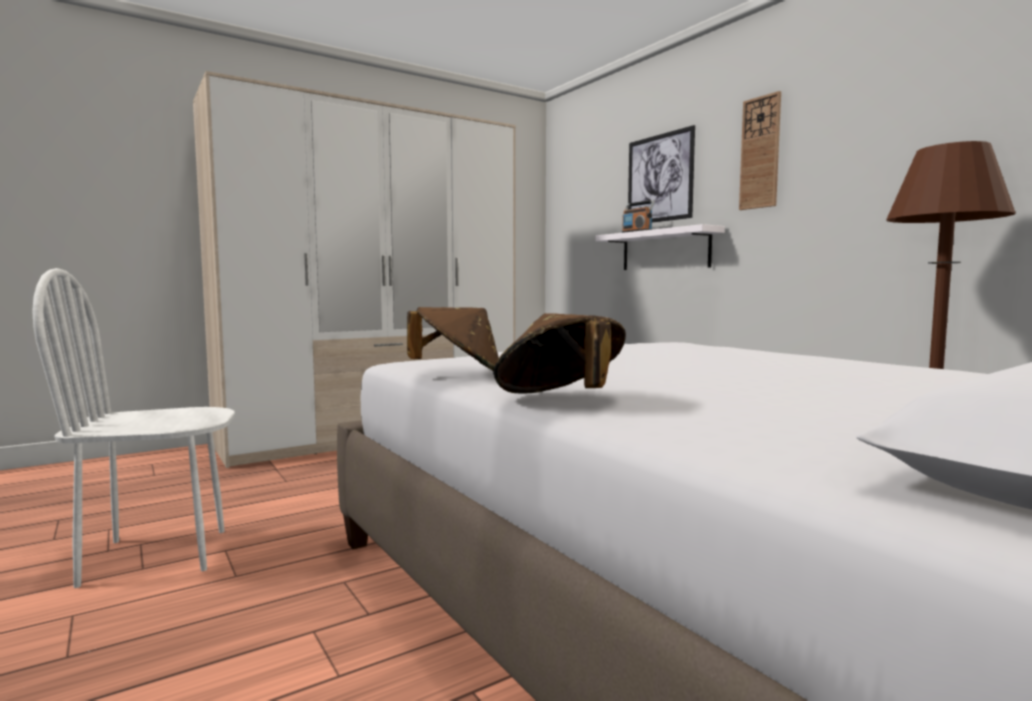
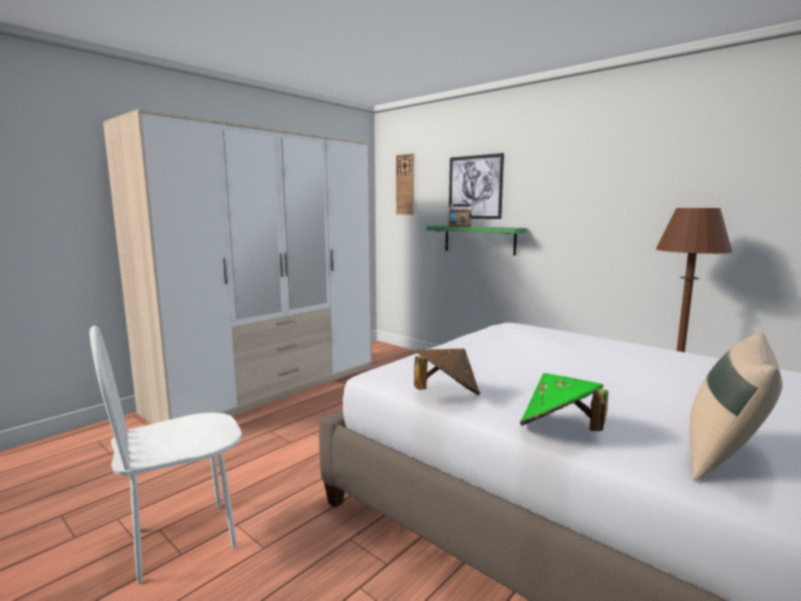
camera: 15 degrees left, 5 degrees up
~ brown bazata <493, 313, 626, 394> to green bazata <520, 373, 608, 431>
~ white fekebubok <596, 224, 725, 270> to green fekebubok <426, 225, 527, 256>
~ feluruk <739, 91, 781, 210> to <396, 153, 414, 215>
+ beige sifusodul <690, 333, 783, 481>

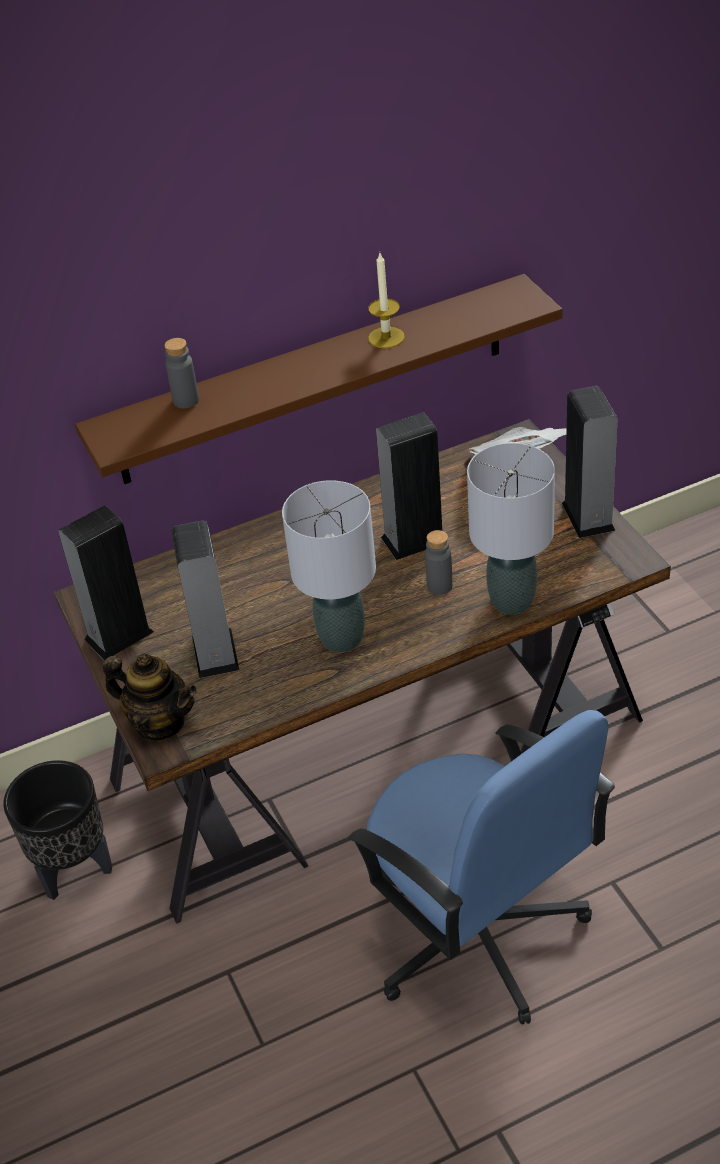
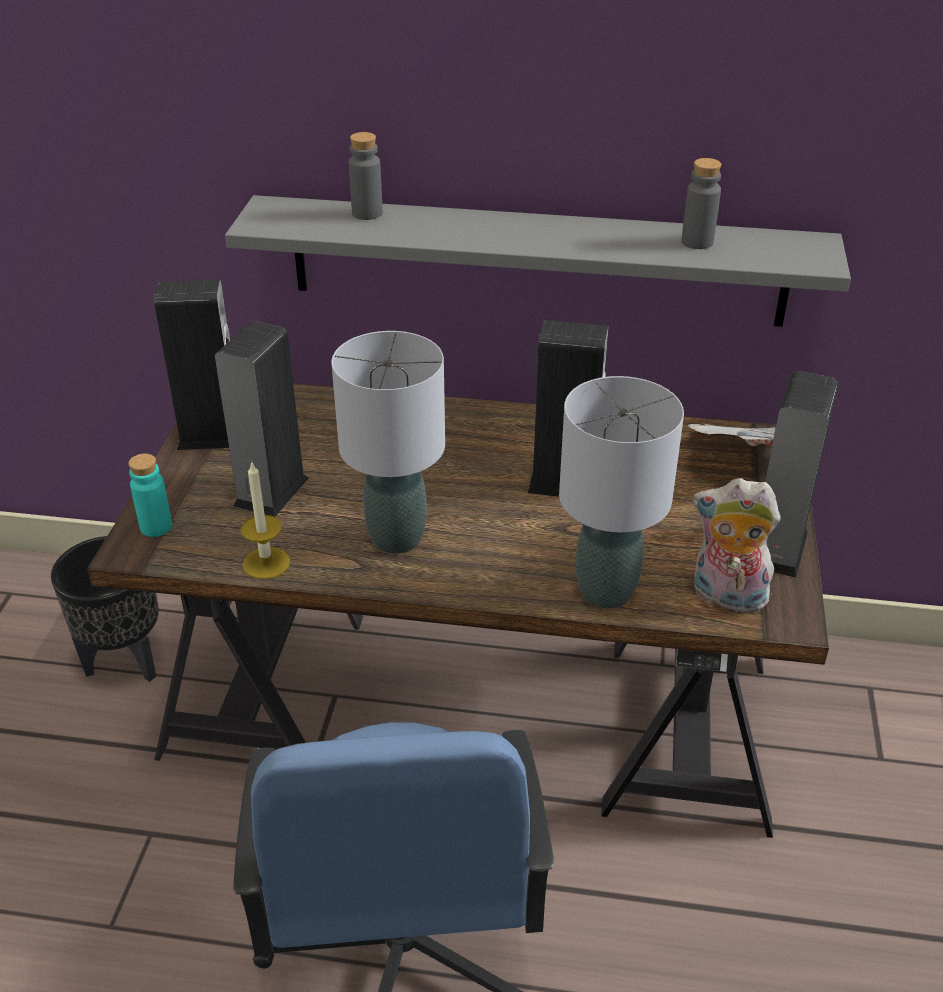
camera: 30 degrees right, 5 degrees down
~ brown fekebubok <75, 274, 563, 484> to grey fekebubok <225, 195, 851, 327>
~ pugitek <103, 653, 197, 740> to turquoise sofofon <128, 454, 172, 537>
~ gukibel <368, 253, 405, 348> to <241, 461, 290, 579>
~ grey sofofon <425, 530, 453, 595> to <682, 158, 721, 249>
+ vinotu <693, 478, 781, 613>

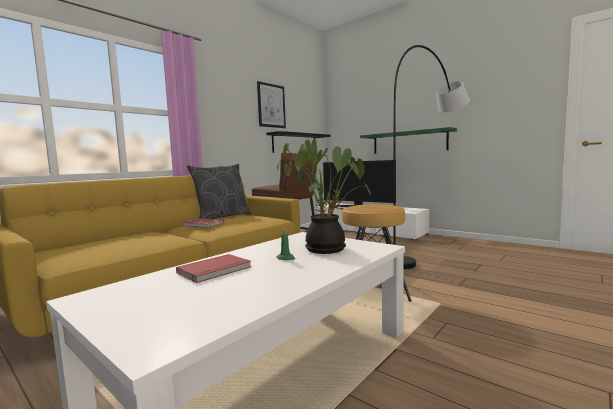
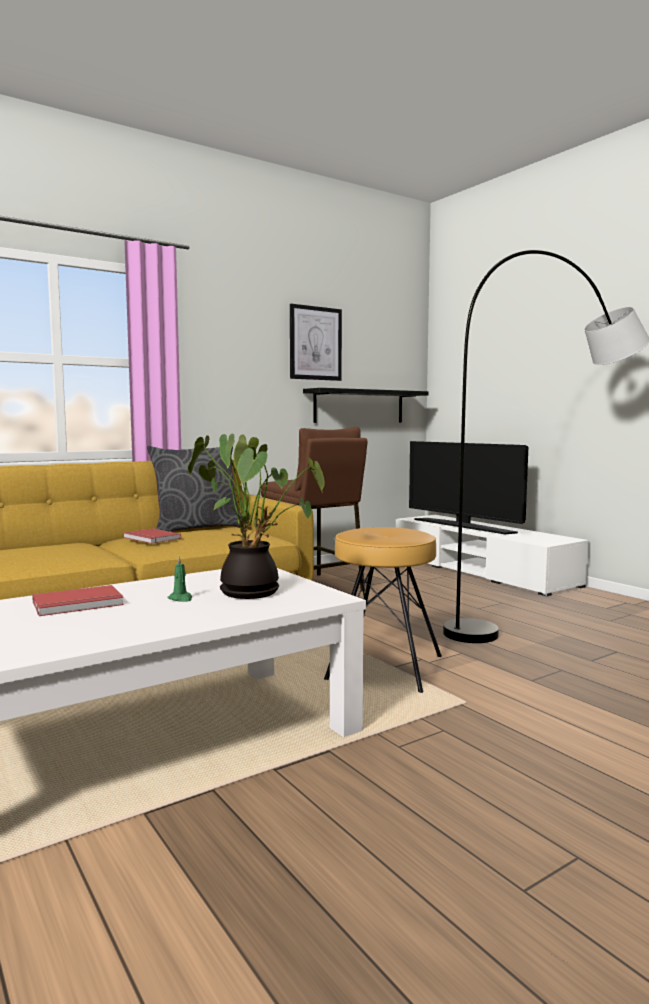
camera: 15 degrees right, 0 degrees up
- green fekebubok <360, 127, 457, 154>

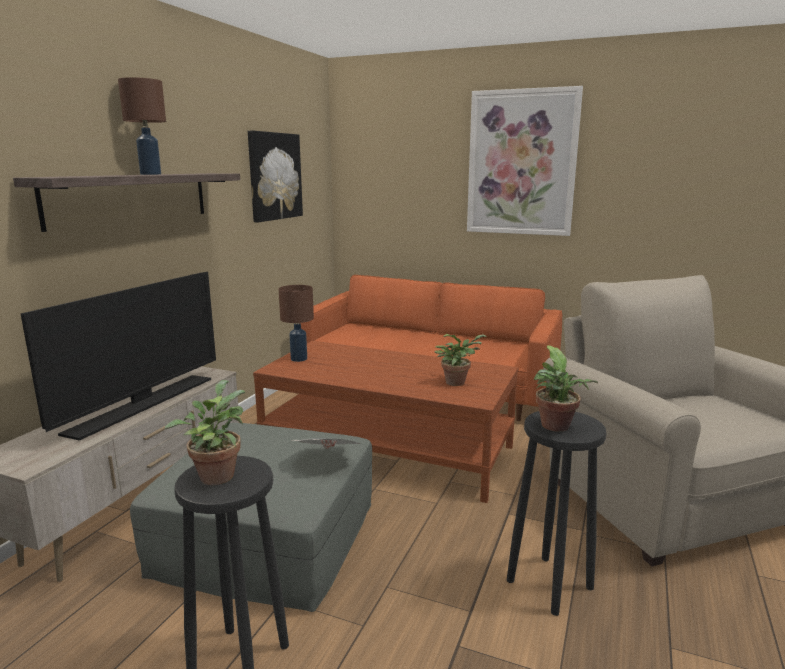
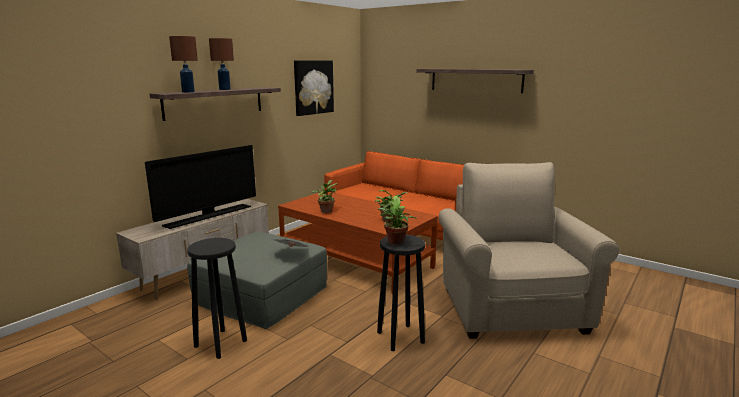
camera: 15 degrees right, 0 degrees up
~ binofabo <165, 380, 245, 485> to <311, 180, 338, 213>
~ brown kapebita <279, 285, 314, 362> to <169, 36, 198, 93>
~ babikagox <467, 86, 583, 236> to fekebubok <416, 69, 534, 93>

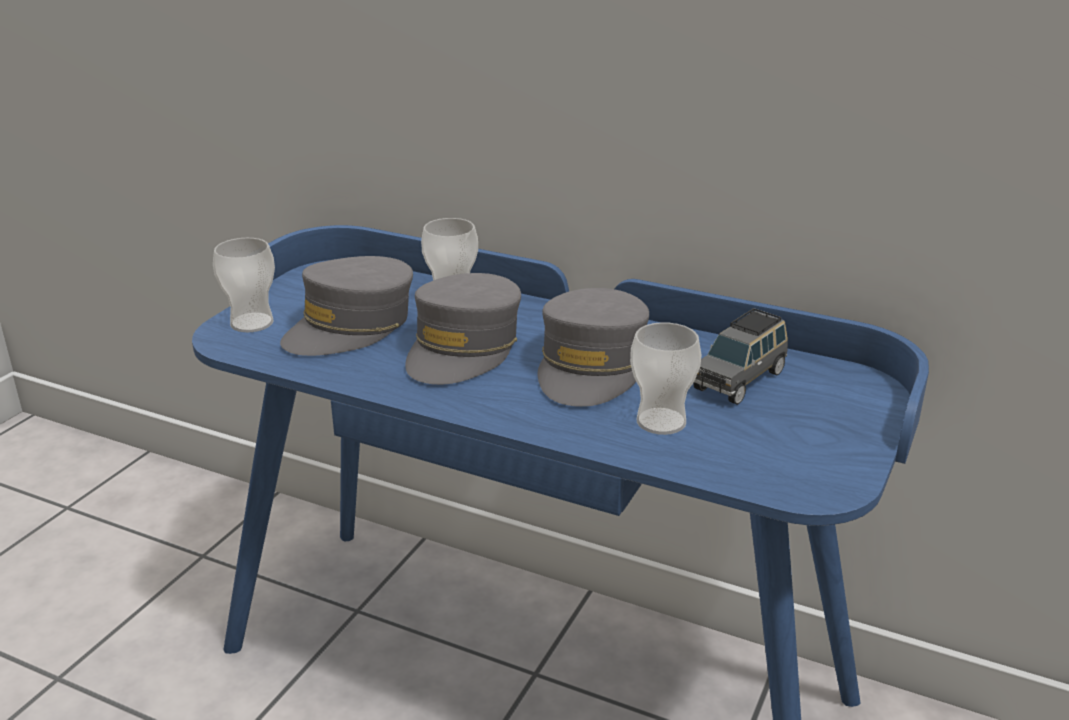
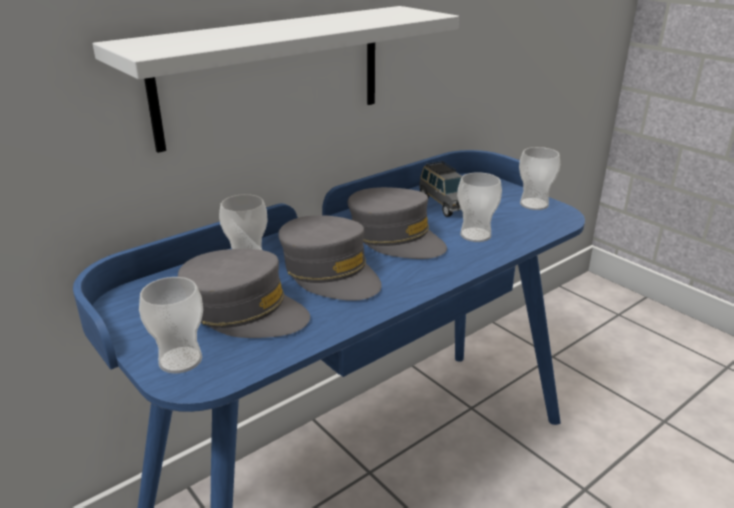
camera: 65 degrees left, 0 degrees up
~ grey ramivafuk <280, 256, 413, 356> = <178, 249, 310, 338> 45 degrees counterclockwise
+ white fekebubok <93, 6, 459, 153>
+ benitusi <519, 147, 560, 210>

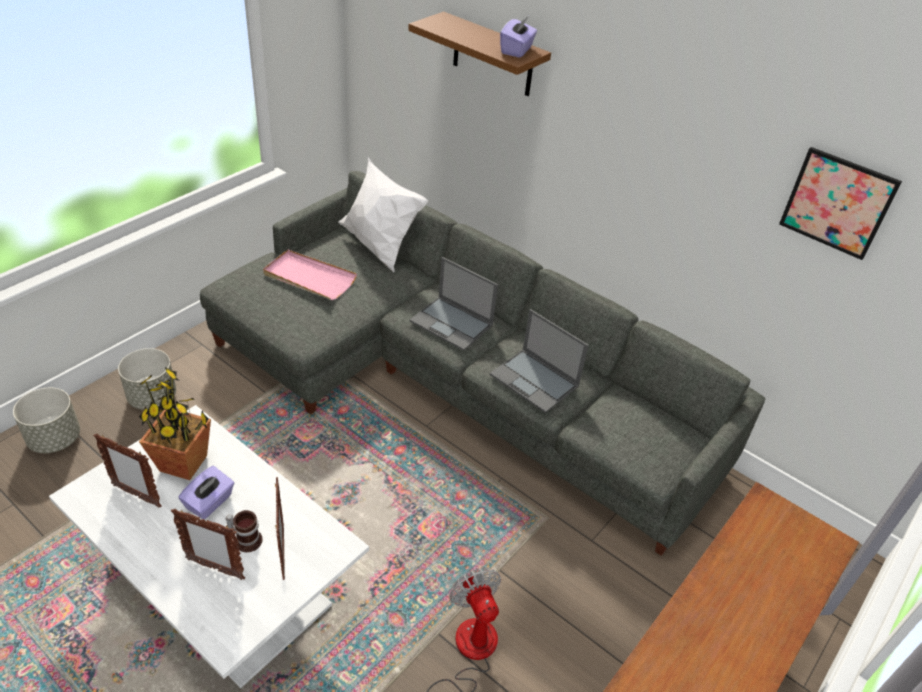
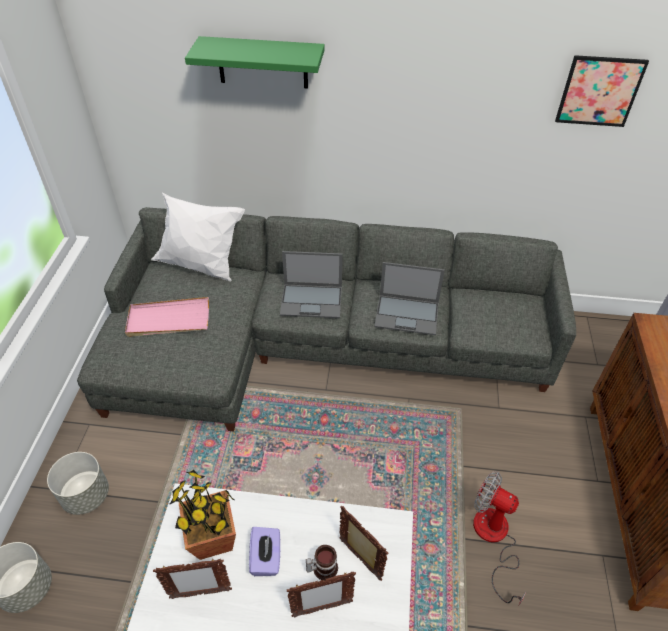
camera: 30 degrees left, 5 degrees up
~ brown fekebubok <408, 12, 551, 96> to green fekebubok <185, 36, 325, 89>
- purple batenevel <500, 16, 537, 58>

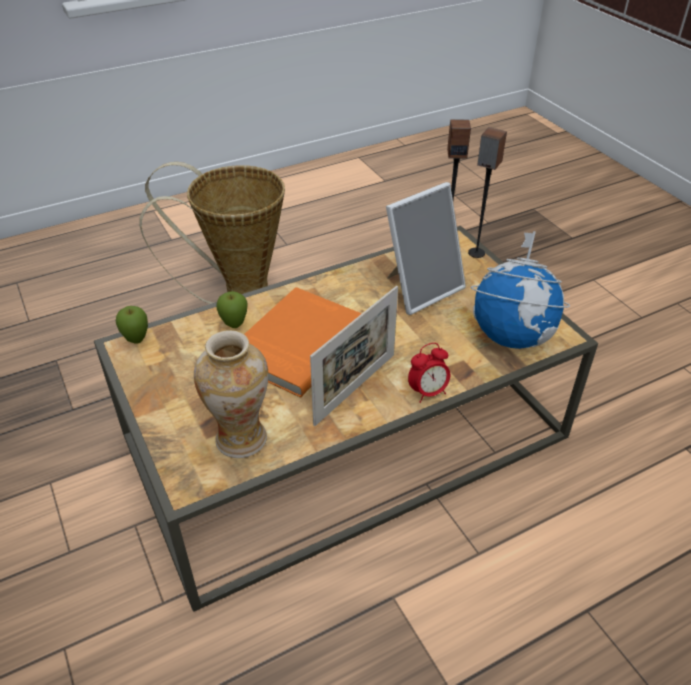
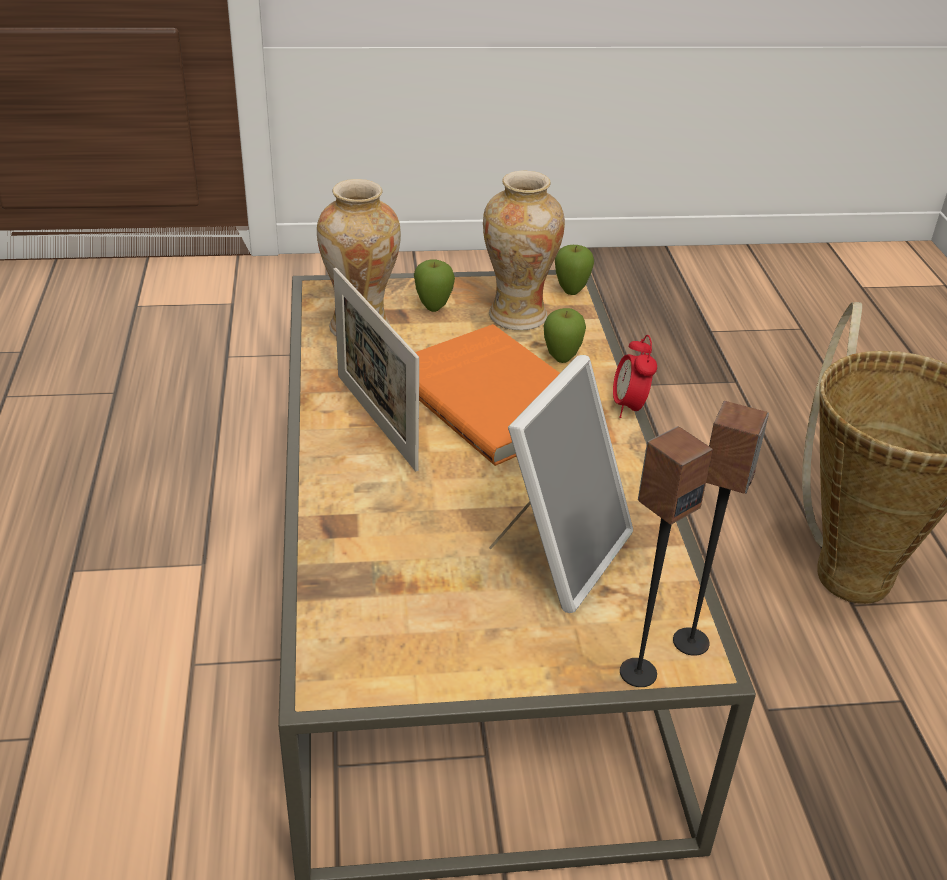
camera: 110 degrees right, 5 degrees down
~ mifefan <386, 182, 466, 315> = <489, 355, 633, 613> 135 degrees counterclockwise
~ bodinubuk <408, 343, 450, 403> to <613, 335, 657, 418>
- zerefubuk <471, 231, 570, 349>
+ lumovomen <414, 259, 455, 312>
+ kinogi <483, 171, 565, 330>

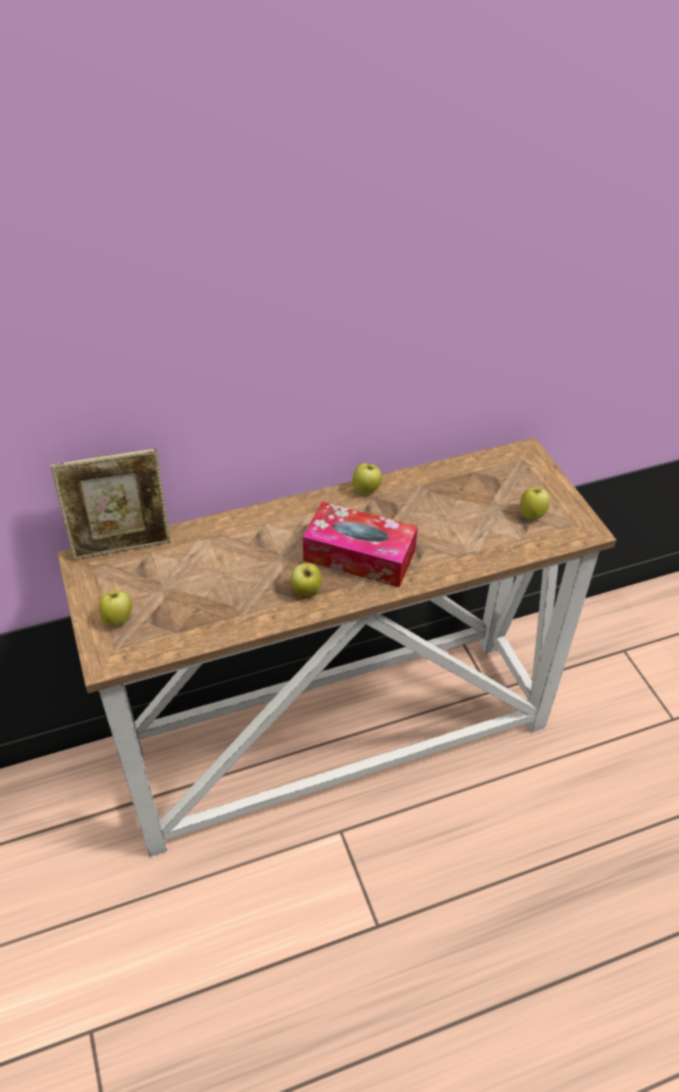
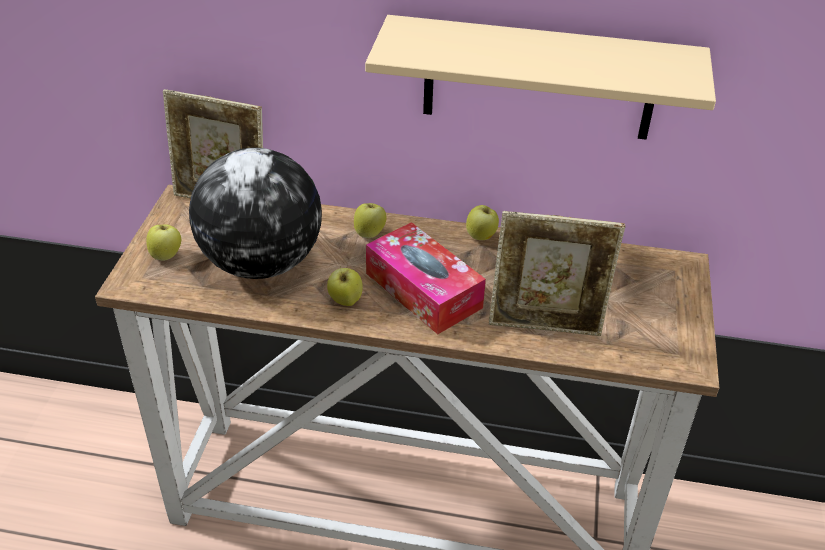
camera: 30 degrees right, 5 degrees down
~ lumovomen <520, 488, 550, 521> to <354, 203, 386, 238>
+ zerefubuk <189, 147, 322, 279>
+ beige fekebubok <365, 15, 716, 139>
+ mifefan <489, 211, 625, 336>

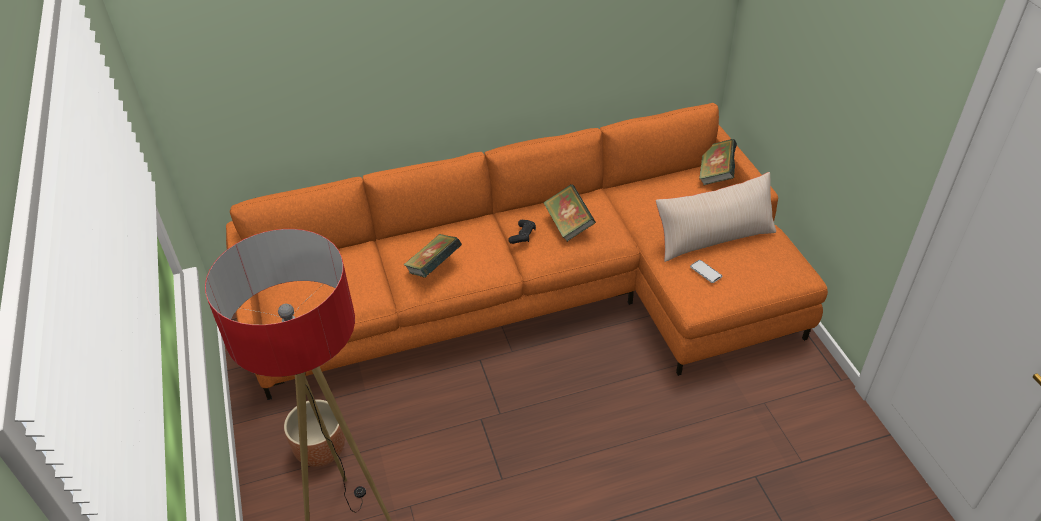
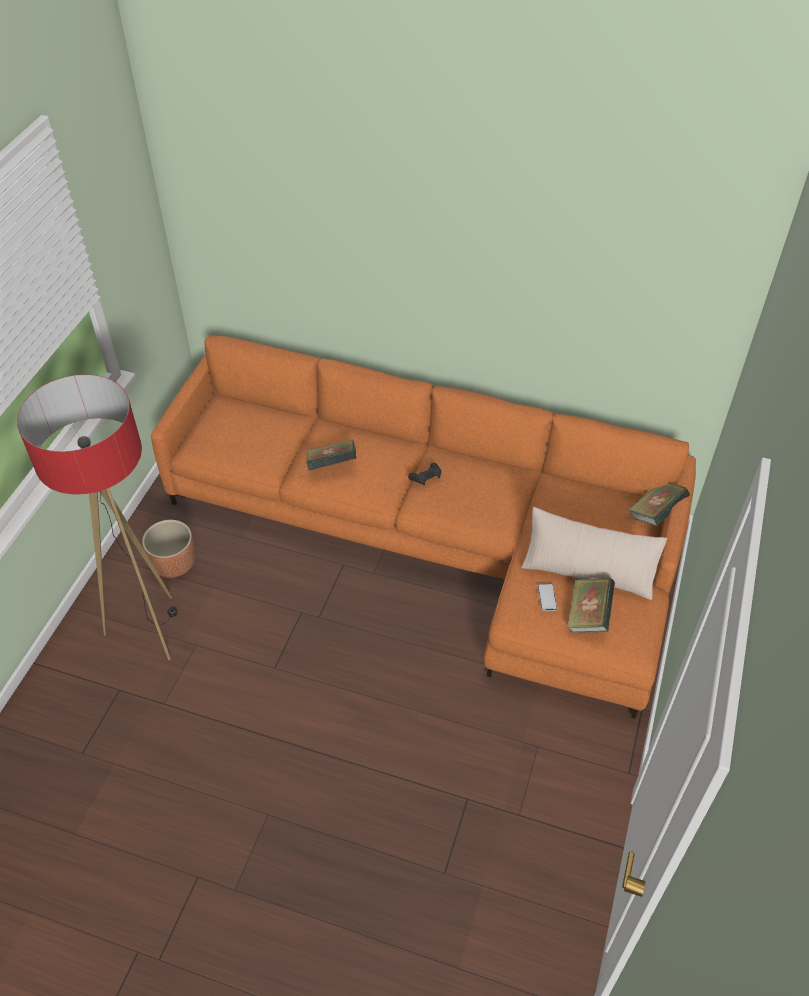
camera: 35 degrees right, 5 degrees up
~ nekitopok <543, 184, 596, 241> to <567, 577, 615, 633>

